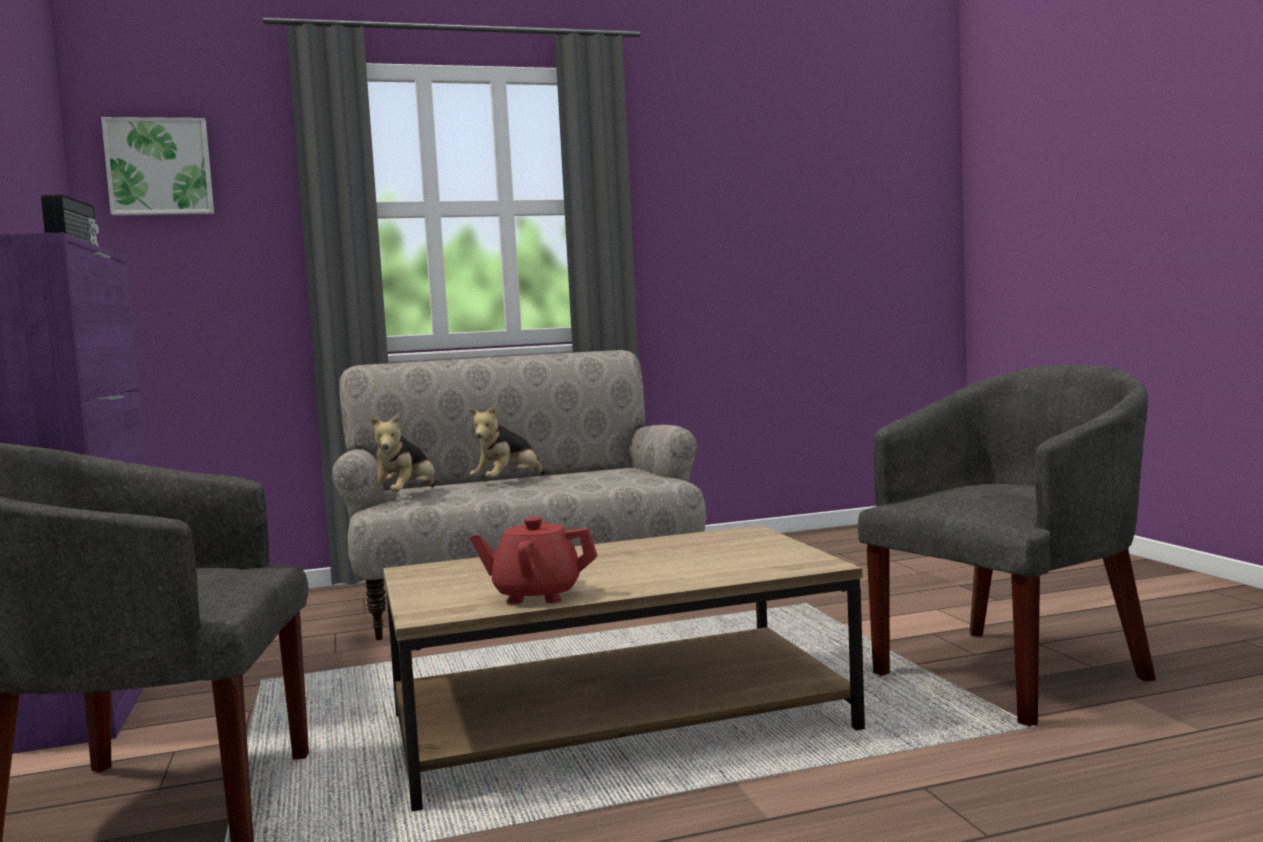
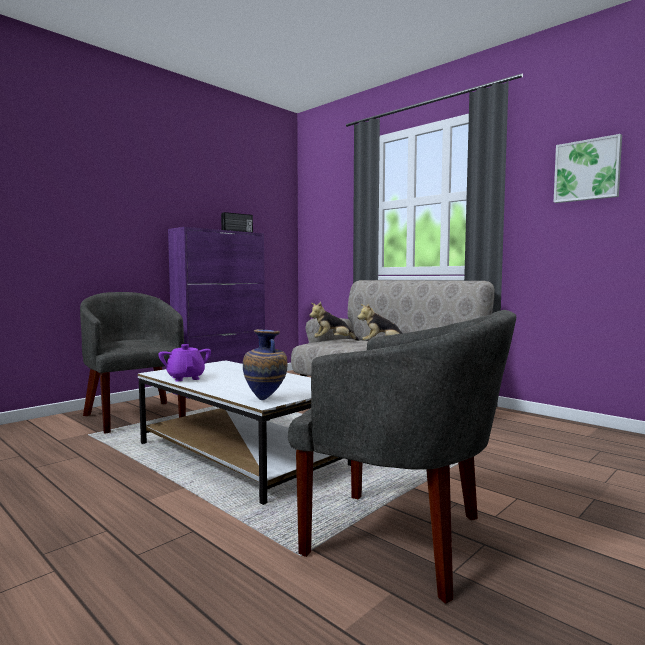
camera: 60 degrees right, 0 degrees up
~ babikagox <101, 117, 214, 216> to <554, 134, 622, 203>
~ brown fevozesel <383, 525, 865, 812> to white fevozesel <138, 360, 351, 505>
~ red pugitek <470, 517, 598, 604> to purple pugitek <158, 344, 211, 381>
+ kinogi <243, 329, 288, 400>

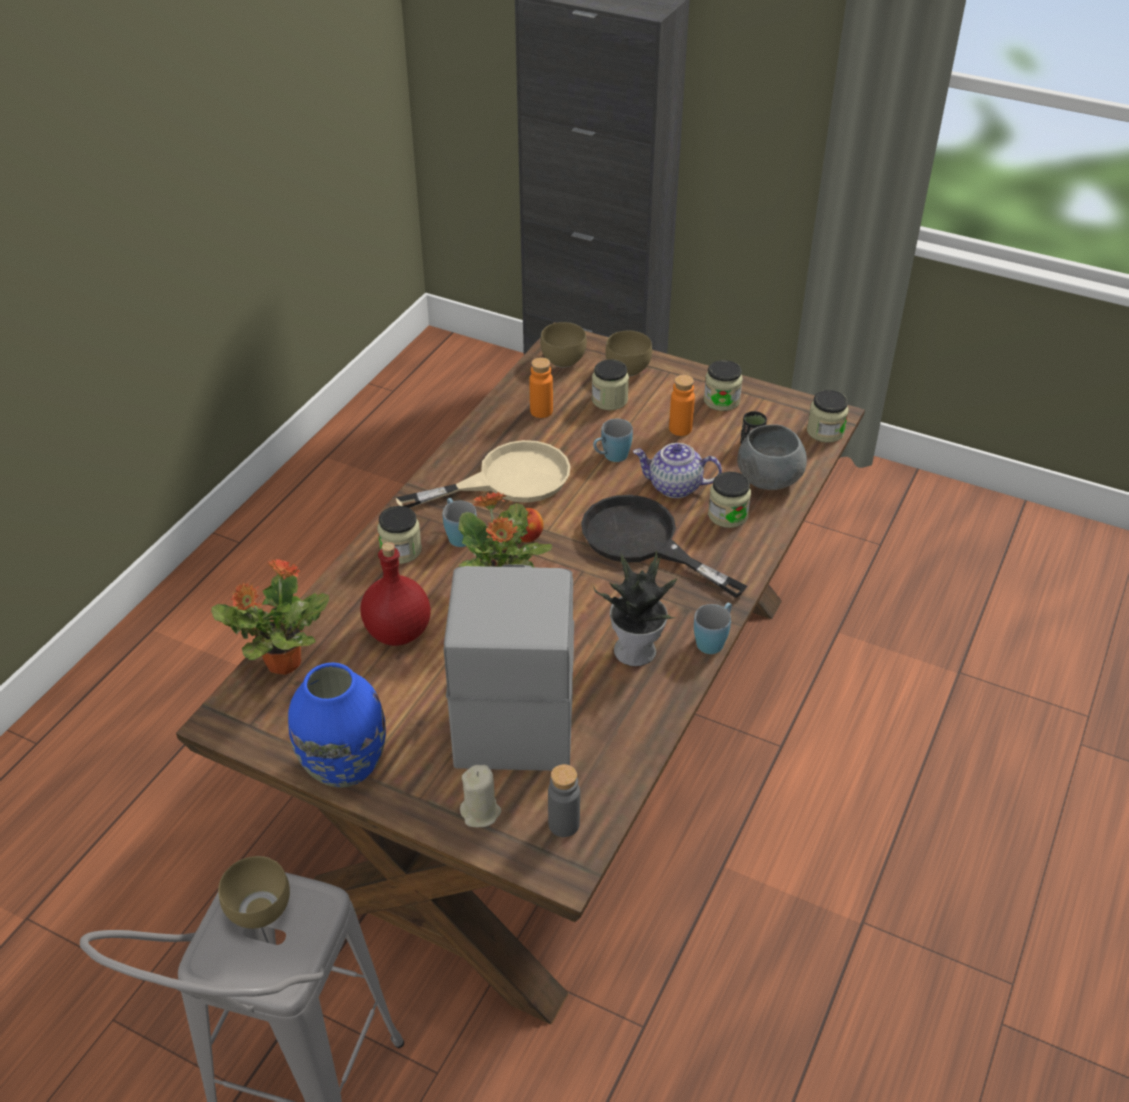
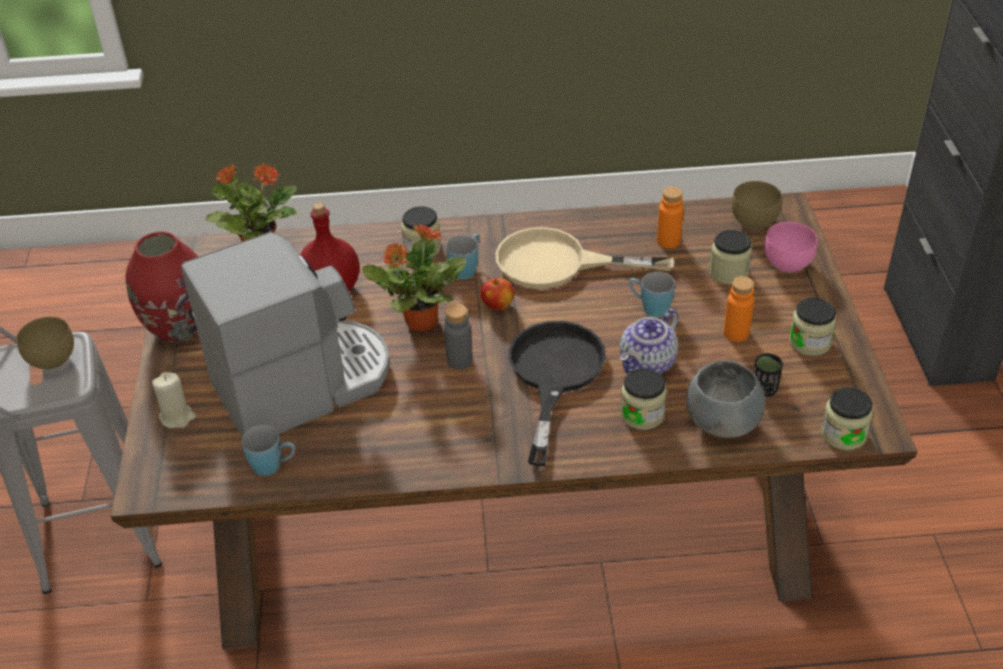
camera: 60 degrees right, 0 degrees up
~ blue kinogi <288, 663, 386, 788> to red kinogi <125, 232, 198, 342>
~ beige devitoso <396, 440, 571, 508> = <496, 227, 674, 289> 150 degrees clockwise
~ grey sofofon <548, 764, 580, 837> to <444, 304, 473, 369>
- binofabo <593, 550, 677, 666>
~ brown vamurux <605, 331, 652, 376> to pink vamurux <764, 222, 818, 273>
~ pugitek <633, 443, 722, 498> = <620, 309, 678, 374> 120 degrees counterclockwise
~ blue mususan <694, 603, 732, 654> to <242, 425, 295, 476>

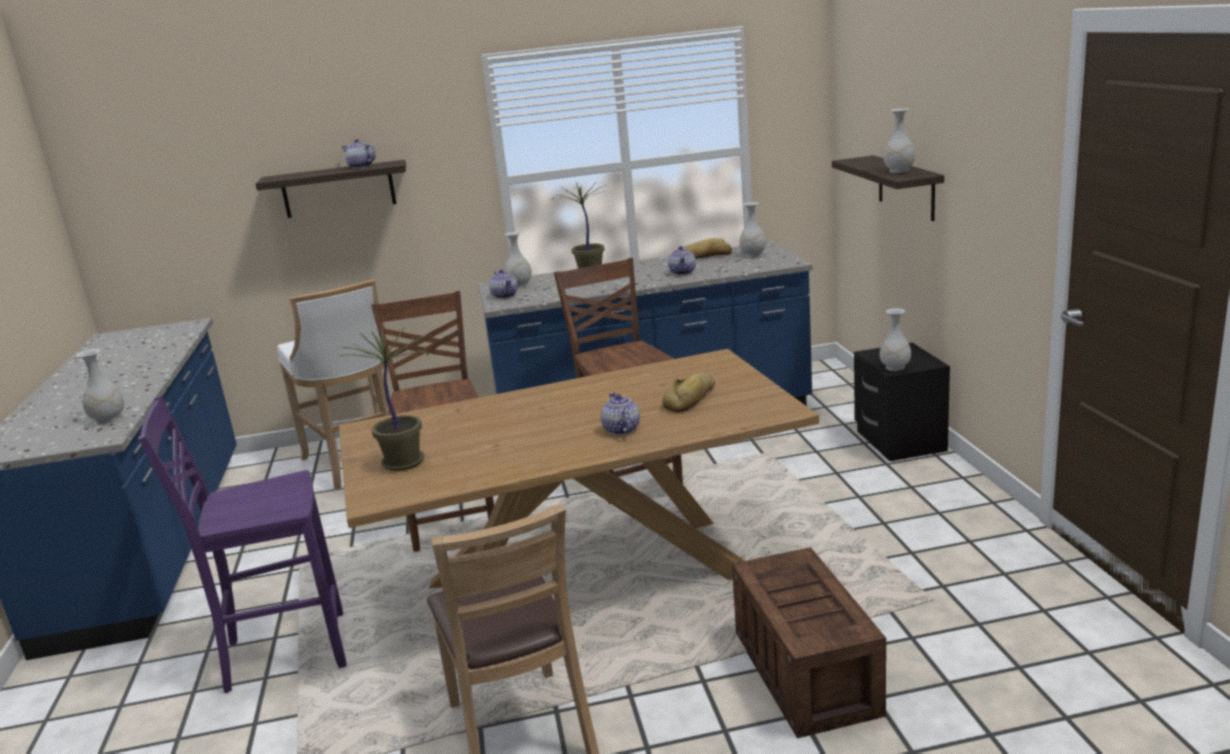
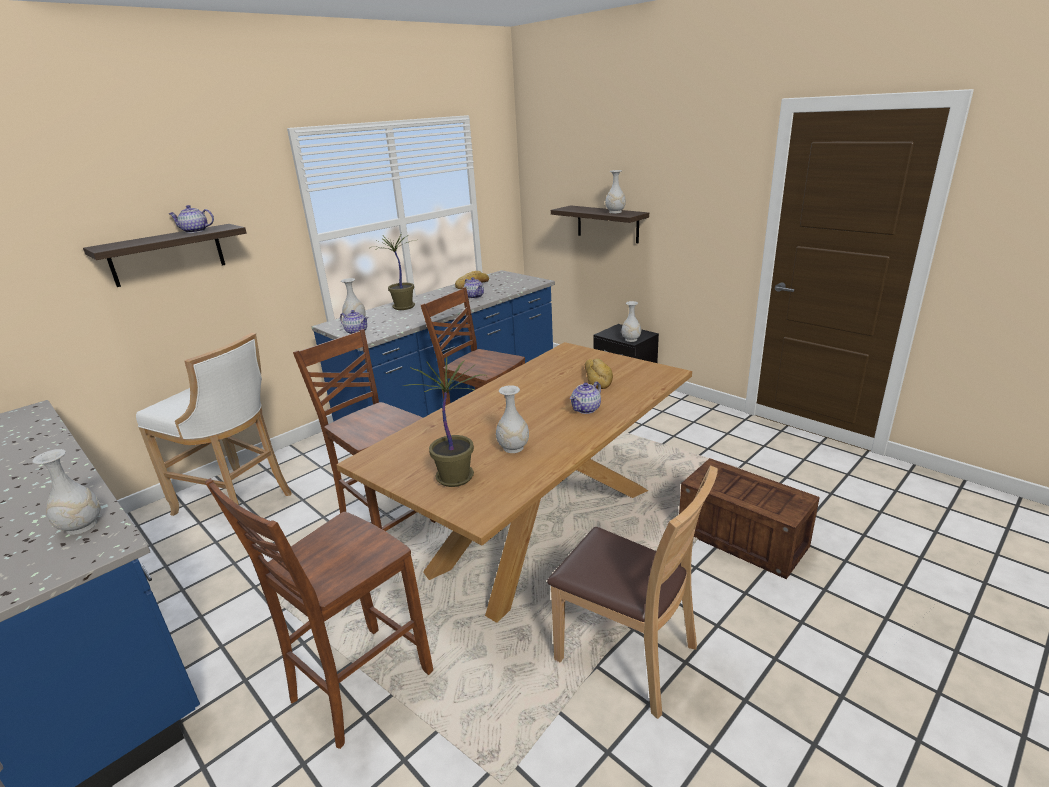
camera: 35 degrees left, 5 degrees up
~ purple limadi <138, 396, 347, 693> to brown limadi <205, 478, 433, 749>
~ pugitek <601, 392, 640, 435> = <570, 381, 601, 414> 90 degrees counterclockwise
~ white kinogi <739, 202, 766, 257> to <496, 385, 529, 453>

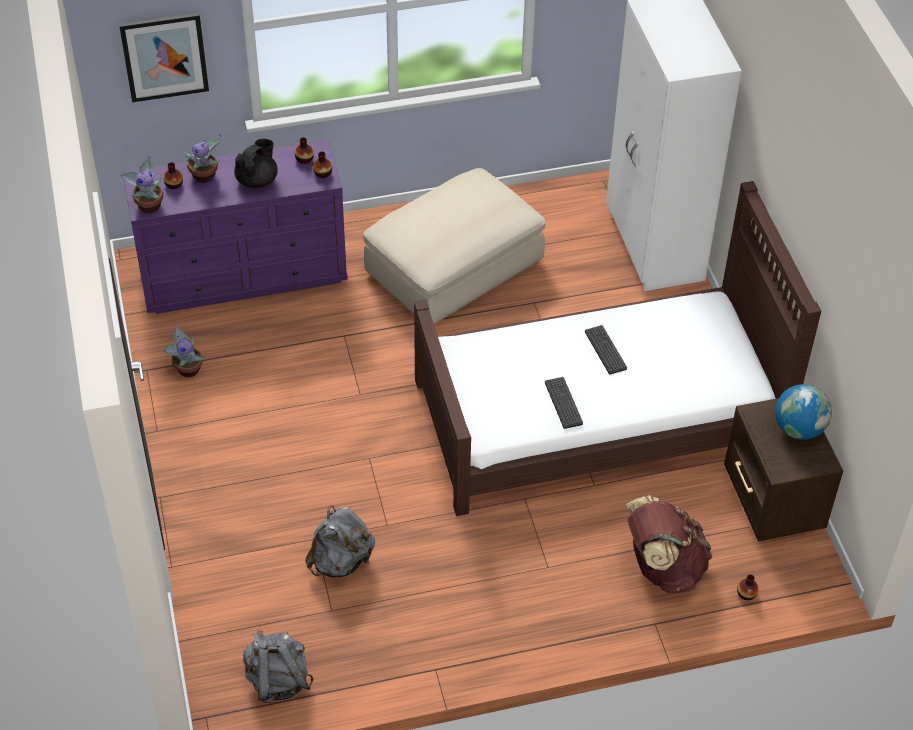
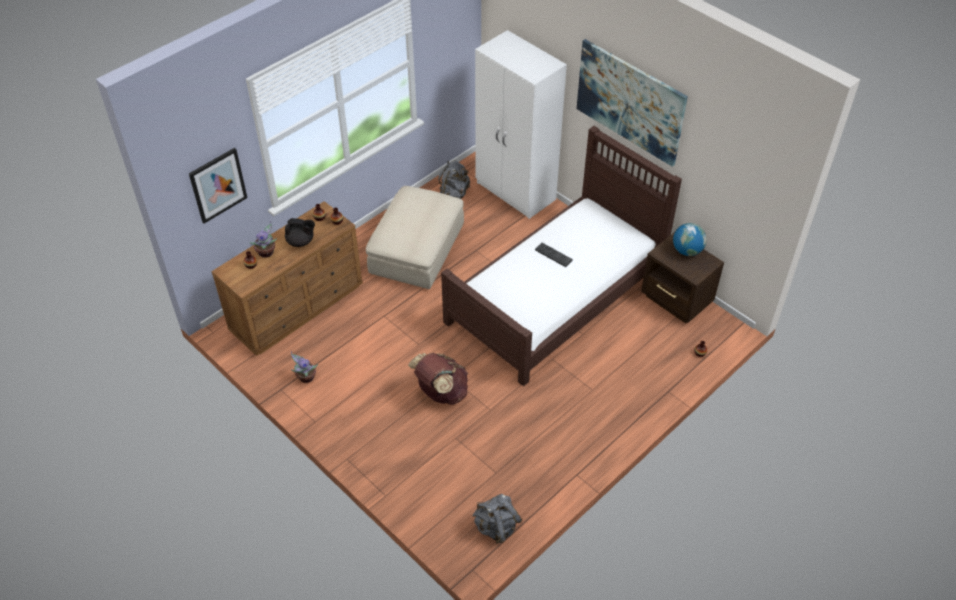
camera: 30 degrees left, 0 degrees up
- binofabo <120, 156, 163, 213>
~ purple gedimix <122, 140, 348, 314> to brown gedimix <212, 201, 363, 356>
~ black pugitek <234, 139, 278, 188> = <285, 218, 315, 247> 90 degrees clockwise
~ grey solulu <305, 505, 375, 577> to <438, 160, 470, 199>
- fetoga <545, 377, 583, 429>
~ brown solulu <625, 495, 712, 593> to <408, 353, 468, 405>
+ babikagox <577, 39, 688, 167>

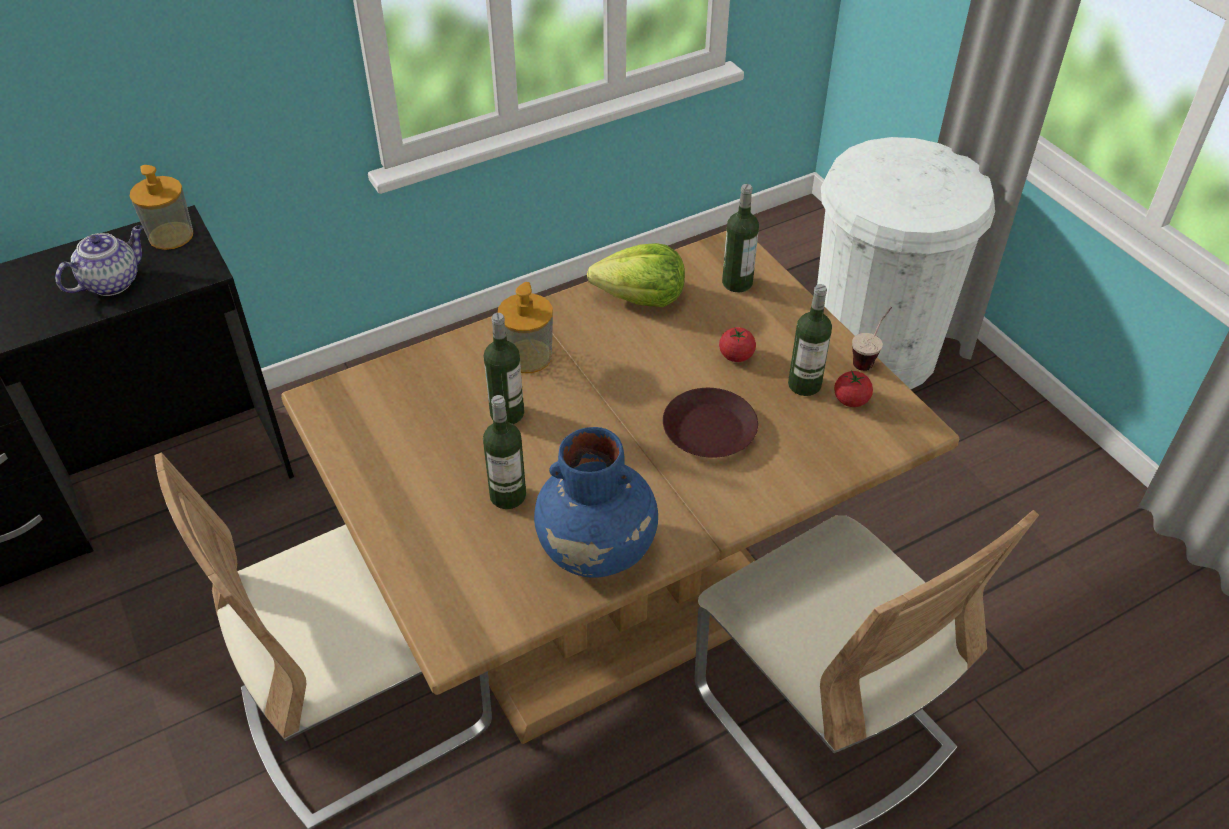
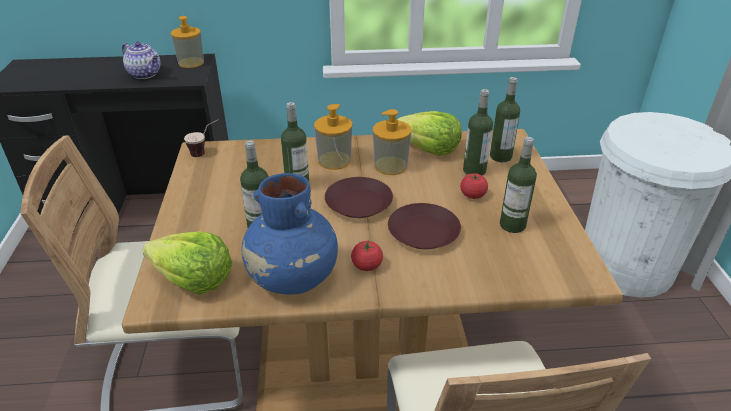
camera: 25 degrees right, 10 degrees down
~ pugitek <55, 225, 143, 296> = <122, 42, 161, 79> 60 degrees clockwise
~ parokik <834, 370, 873, 407> to <351, 240, 383, 271>
~ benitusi <852, 307, 892, 371> to <184, 119, 219, 157>
+ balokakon <142, 231, 232, 295>
+ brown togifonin <325, 177, 393, 218>
+ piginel <373, 109, 411, 175>
+ sofofon <463, 89, 493, 176>

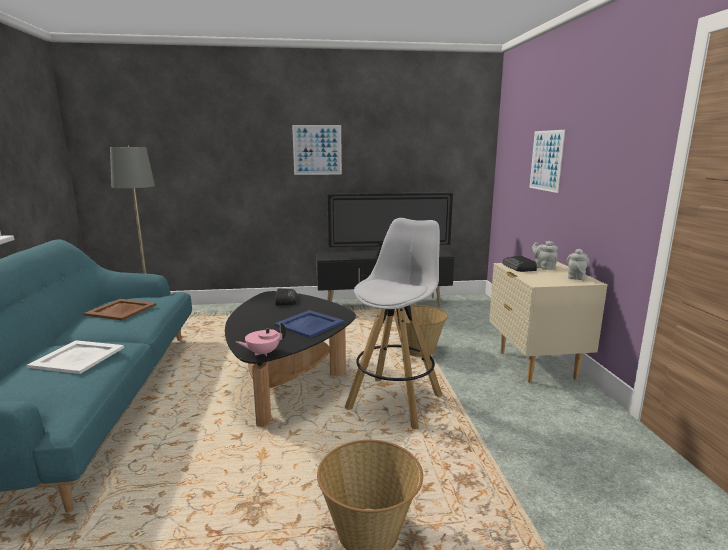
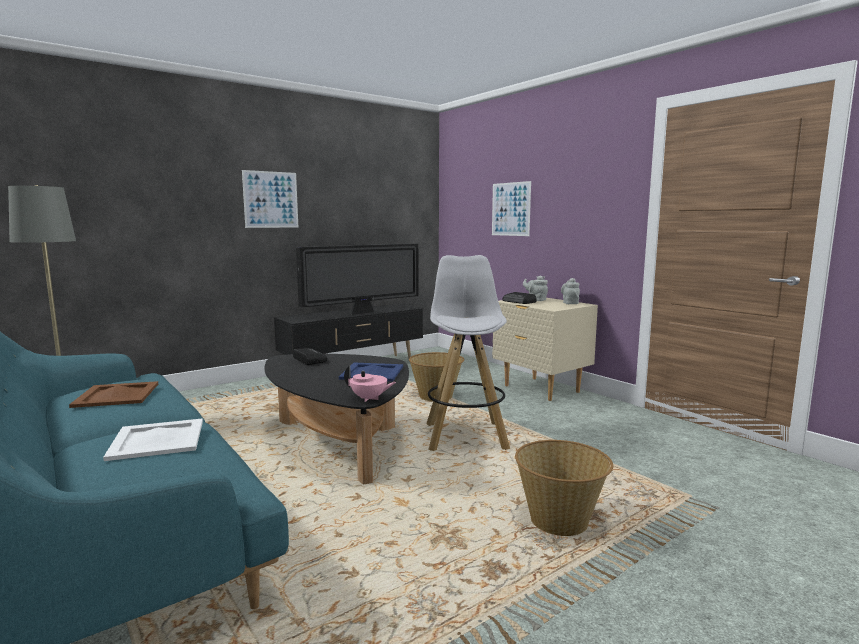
camera: 30 degrees left, 5 degrees down
~ pink pugitek <236, 322, 286, 356> = <344, 366, 396, 402> 105 degrees counterclockwise

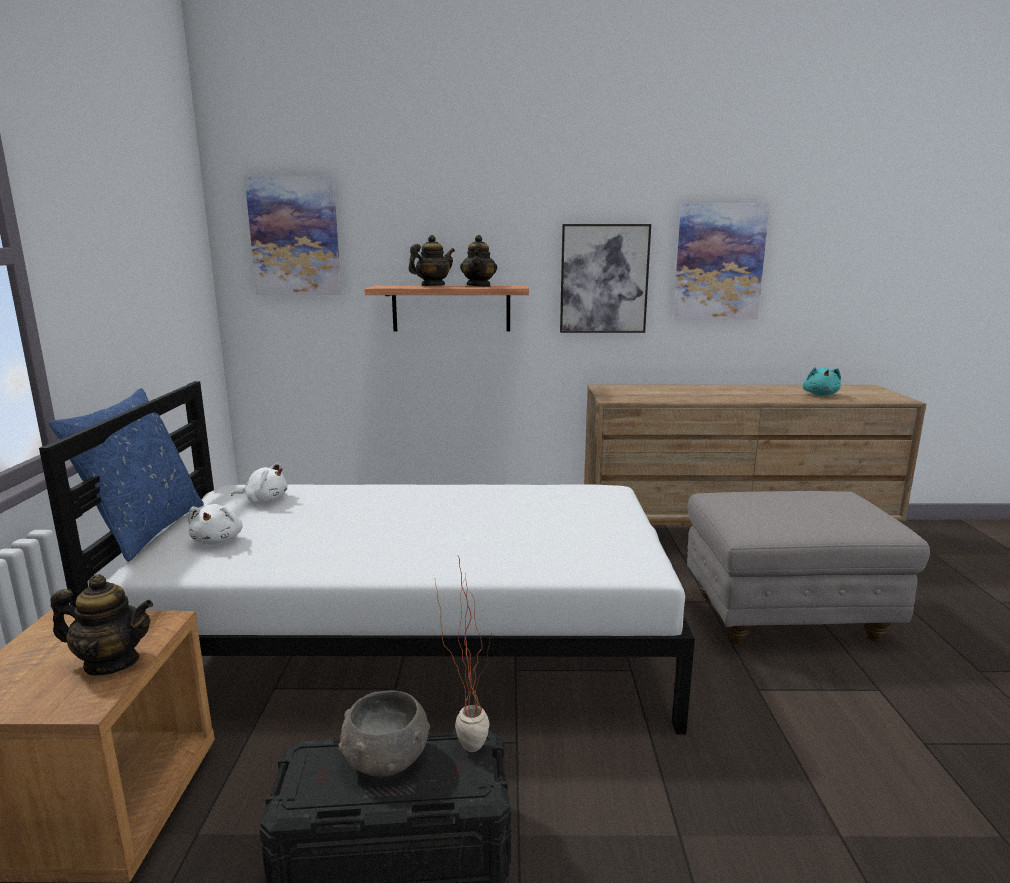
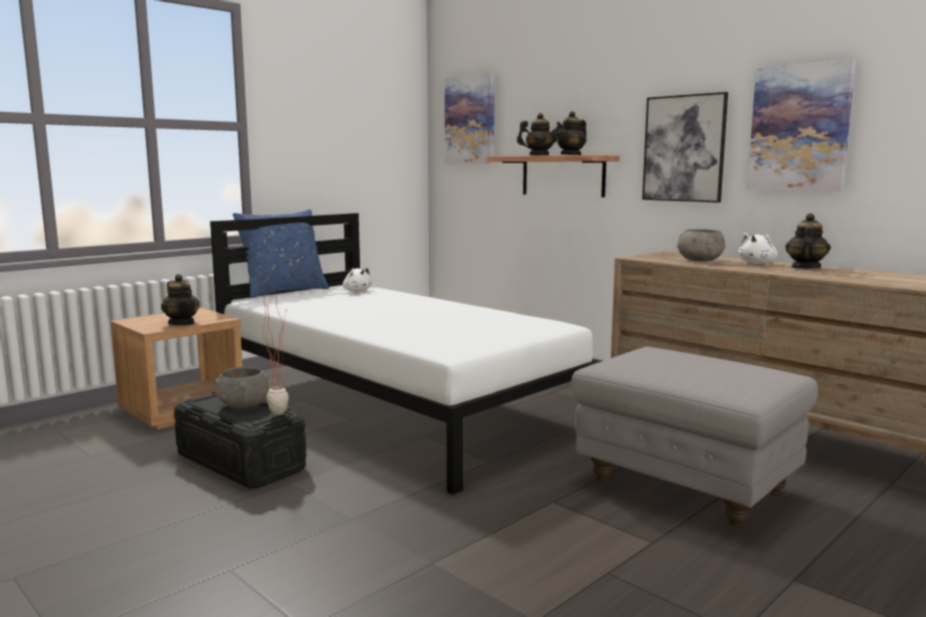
camera: 45 degrees right, 5 degrees down
~ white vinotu <188, 504, 243, 545> to <738, 233, 778, 264>
- turquoise vinotu <803, 366, 841, 396>
+ grey vamurux <677, 229, 726, 262>
+ pugitek <785, 213, 831, 269>

